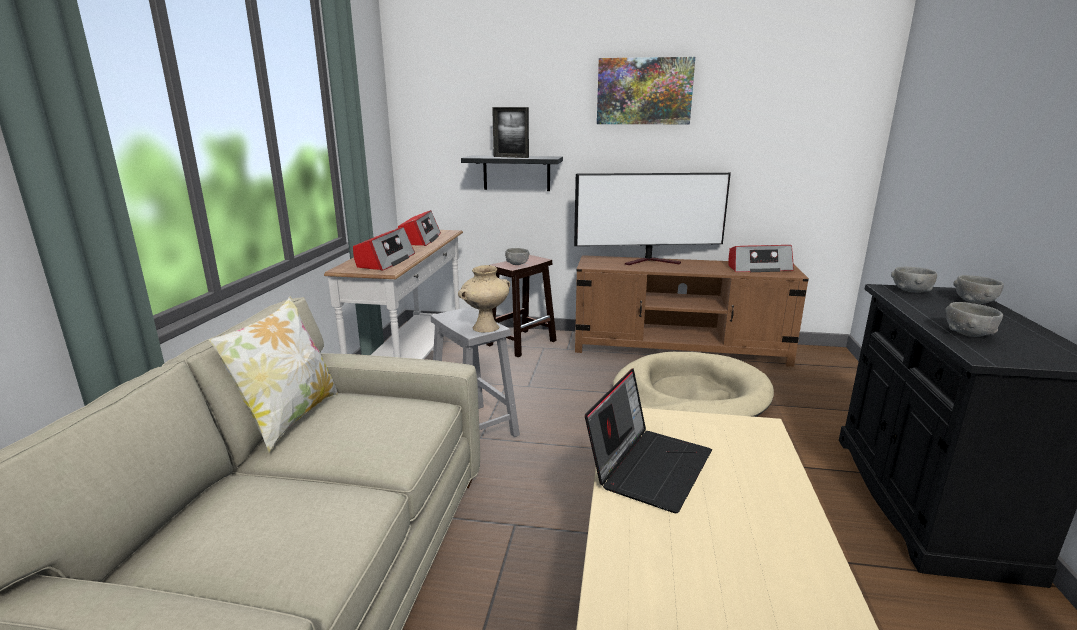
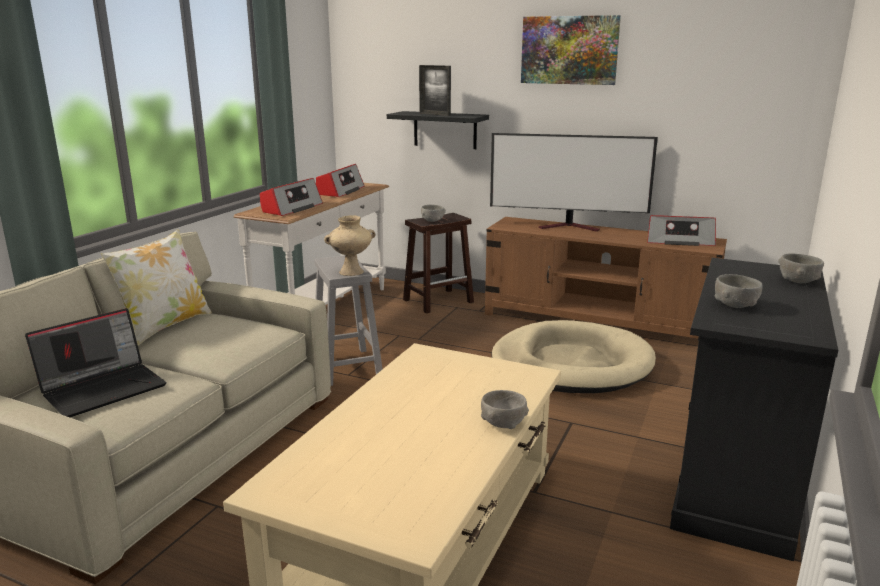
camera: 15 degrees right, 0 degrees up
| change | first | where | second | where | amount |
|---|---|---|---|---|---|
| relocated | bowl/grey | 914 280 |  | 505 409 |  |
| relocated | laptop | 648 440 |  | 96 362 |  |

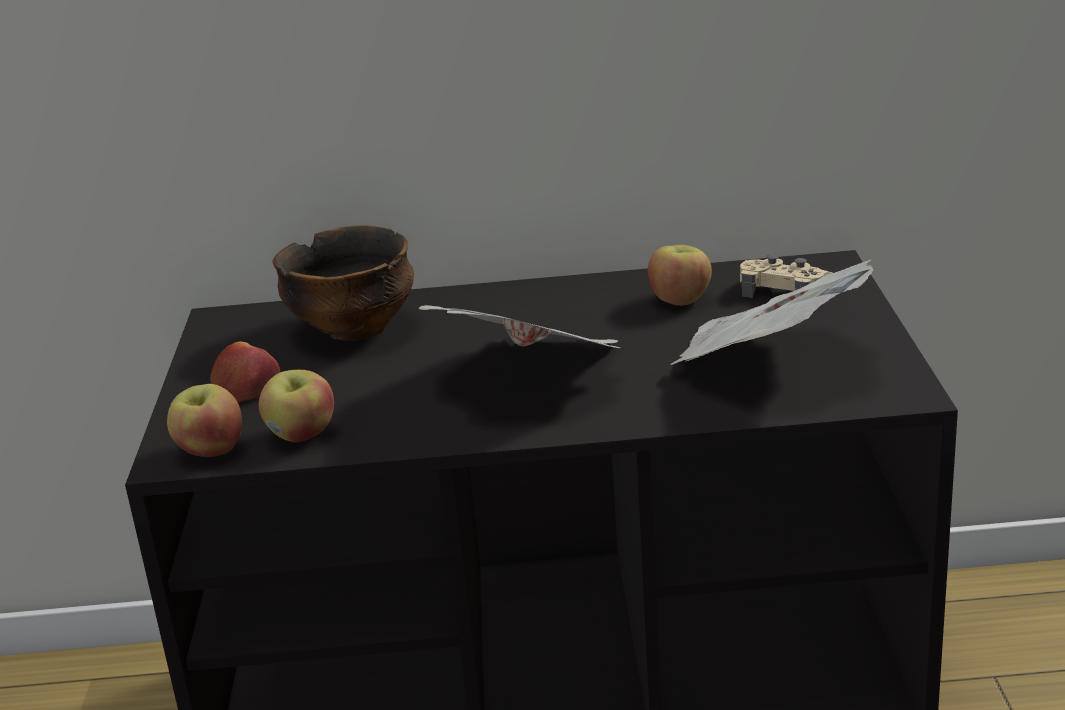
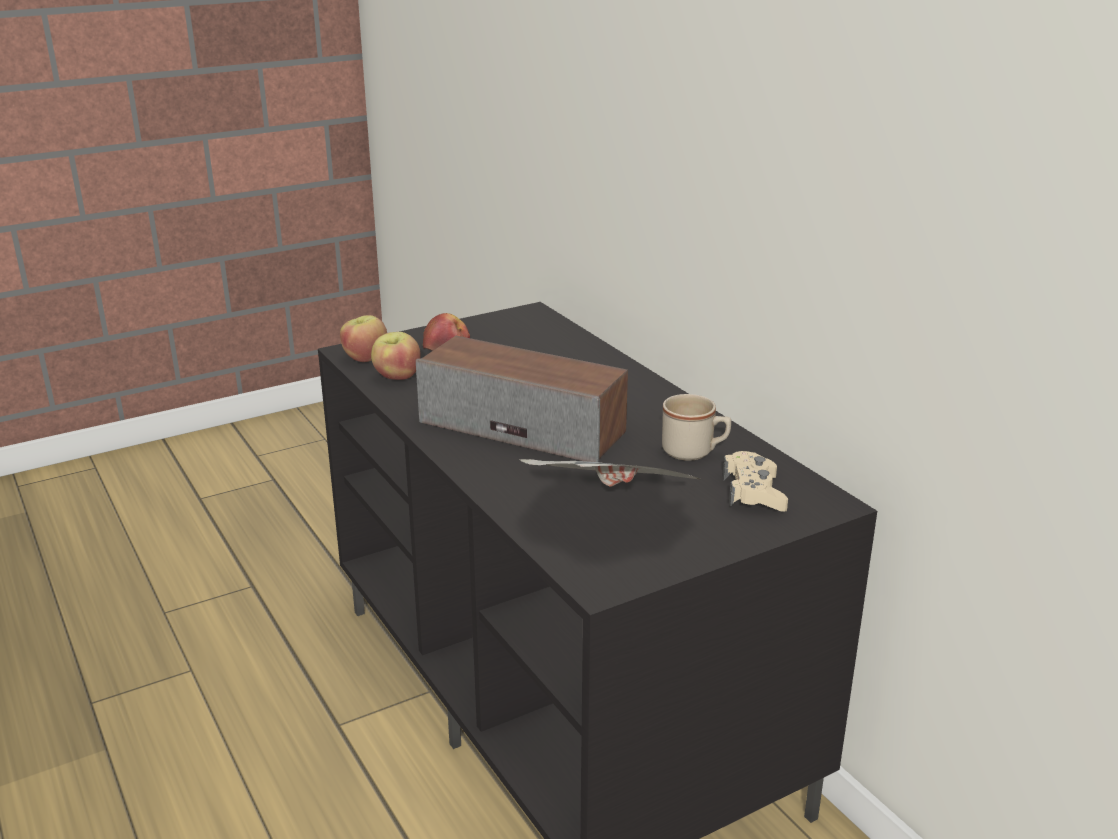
camera: 60 degrees right, 0 degrees up
| change | first | where | second | where | amount |
|---|---|---|---|---|---|
| missing | bowl | 343 283 |  |  |  |
| exchanged | apple | 680 275 | mug/beige | 696 427 |  |
| exchanged | newspaper | 519 326 | speaker | 522 399 |  |

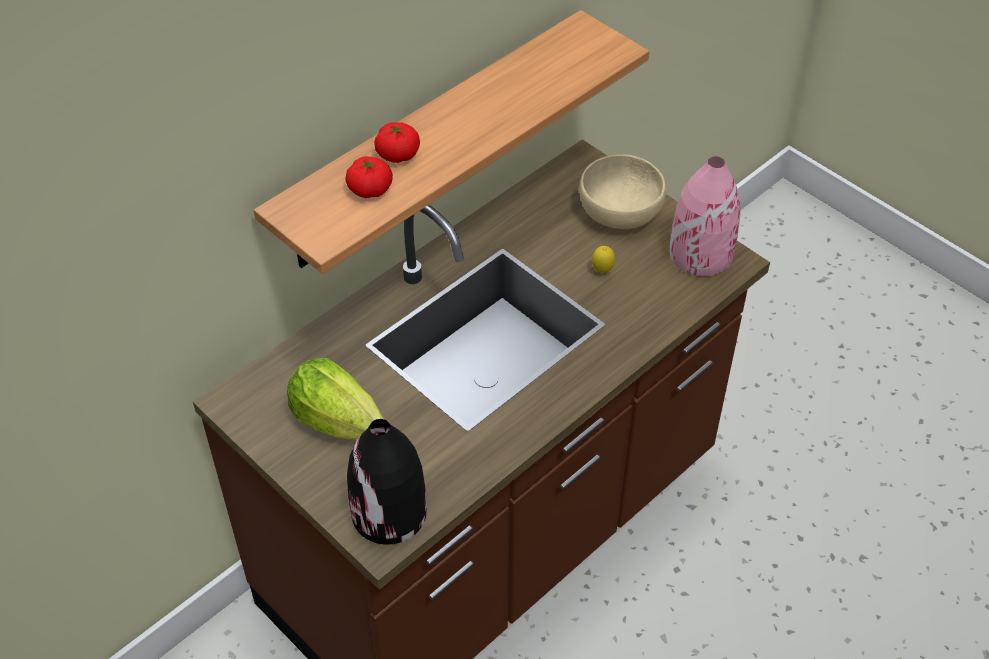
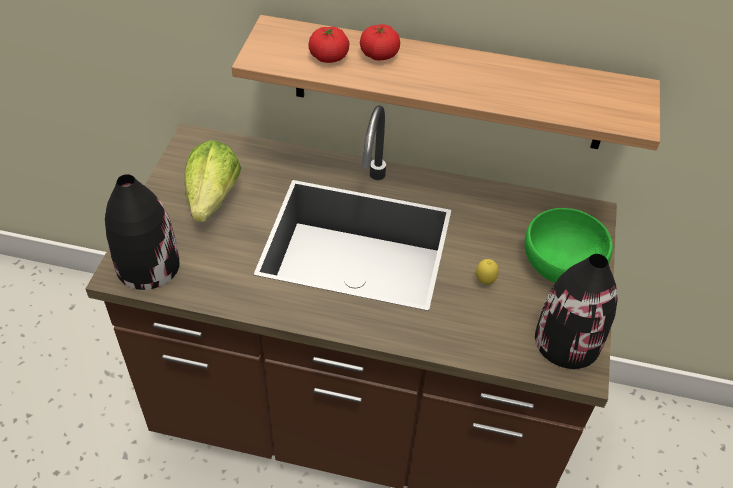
camera: 55 degrees right, 0 degrees up
| change | first | where | second | where | amount |
|---|---|---|---|---|---|
| colour | bowl/beige | 622 191 | bowl/green | 568 245 |  |
| colour | vase/pink | 704 216 | vase/black | 576 311 |  |

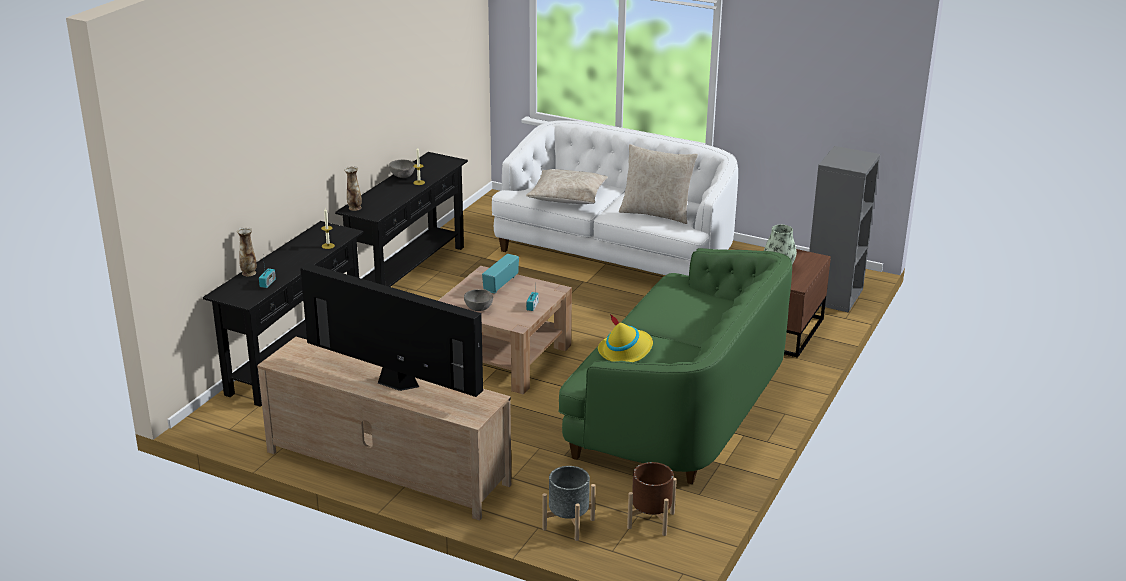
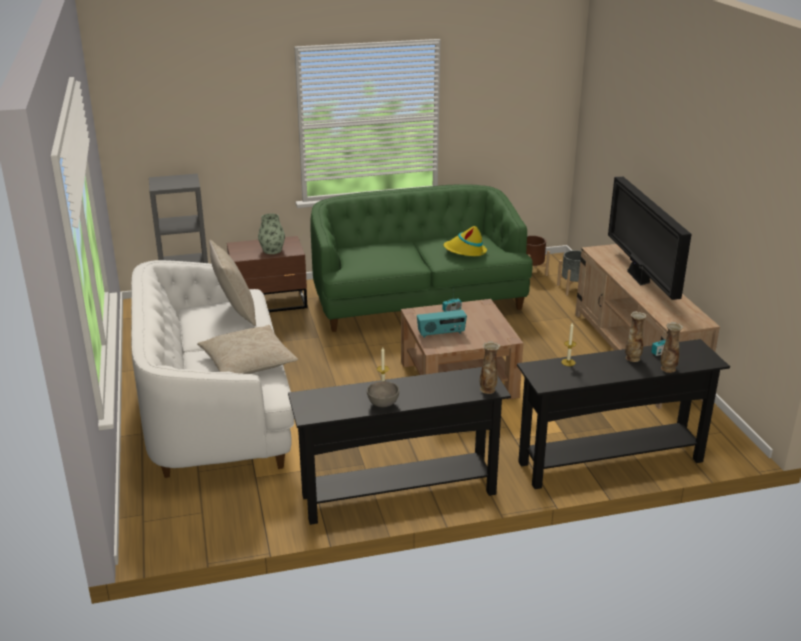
camera: 130 degrees left, 0 degrees up
| change | first | where | second | where | amount |
|---|---|---|---|---|---|
| missing | bowl/grey | 478 300 |  |  |  |
| appeared |  |  | vase | 636 336 |  |

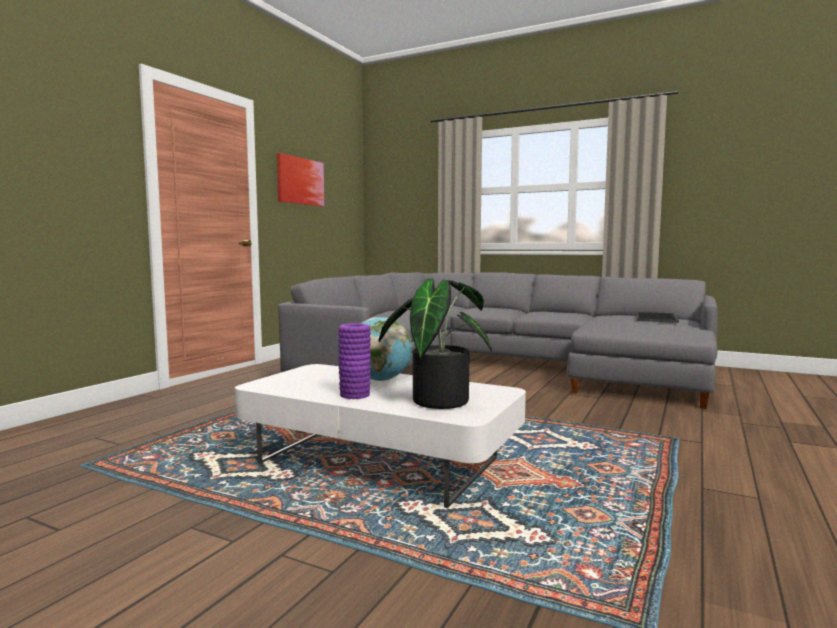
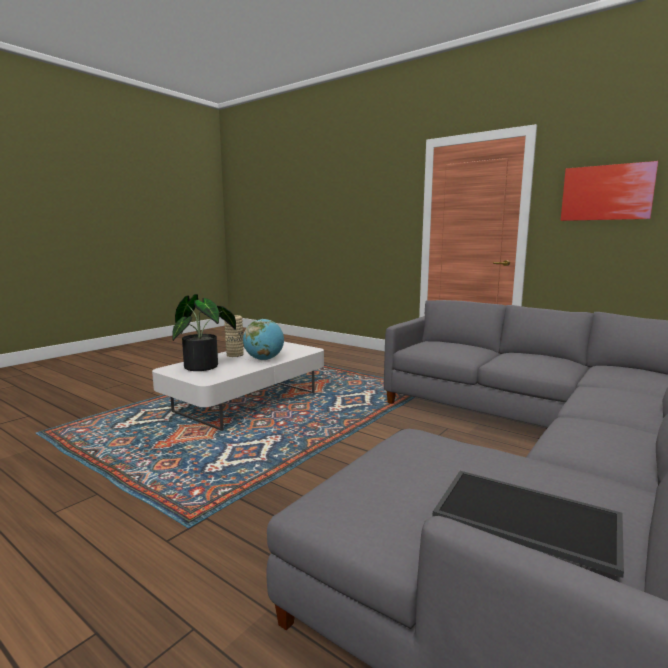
camera: 100 degrees right, 5 degrees up
| change | first | where | second | where | amount |
|---|---|---|---|---|---|
| colour | vase/purple | 354 361 | vase/beige | 234 336 |  |

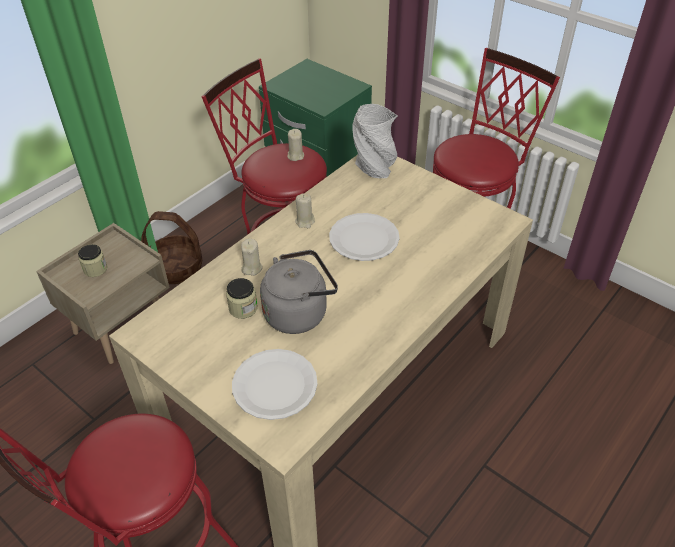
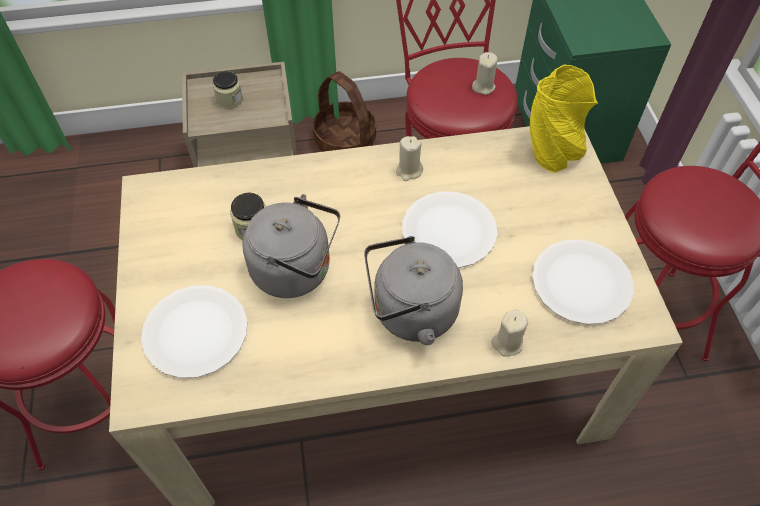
camera: 40 degrees right, 10 degrees up
| change | first | where | second | where | amount |
|---|---|---|---|---|---|
| colour | vase/grey | 375 141 | vase/yellow | 564 119 |  |
| relocated | candle/beige | 252 257 |  | 509 333 |  |
| appeared |  |  | kettle/grey | 413 290 |  |
| appeared |  |  | plate/white | 583 282 |  |

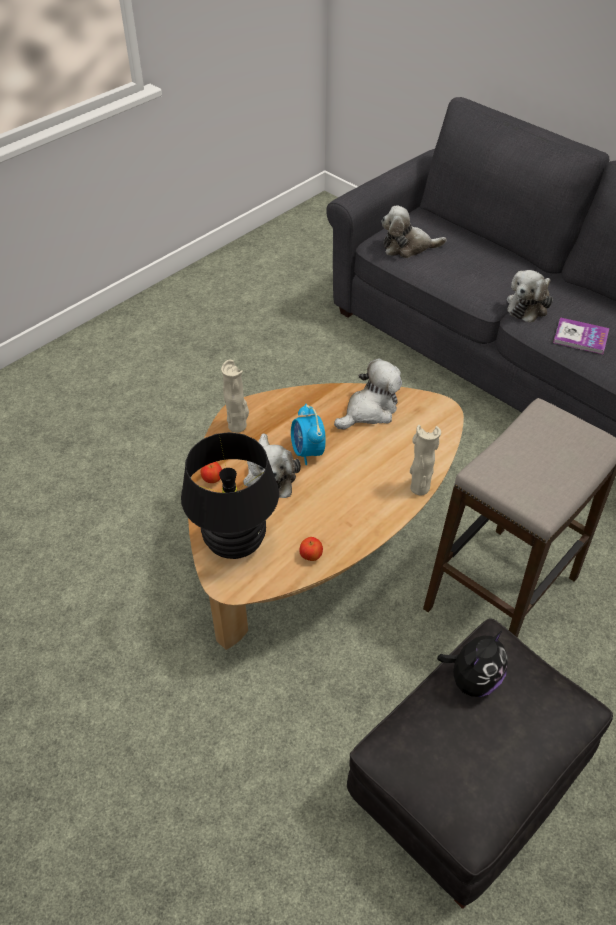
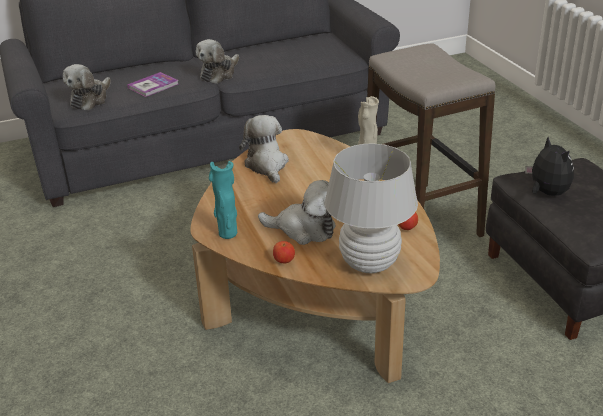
camera: 65 degrees left, 15 degrees down
| change | first | where | second | where | amount |
|---|---|---|---|---|---|
| spun | plush toy | 530 296 |  | 217 61 | 60 degrees clockwise |
| relocated | book | 581 335 |  | 152 84 |  |
| colour | vase/beige | 235 396 | vase/turquoise | 223 200 |  |
| missing | alarm clock | 308 434 |  |  |  |
| colour | table lamp/black | 230 495 | table lamp/white | 371 208 |  |

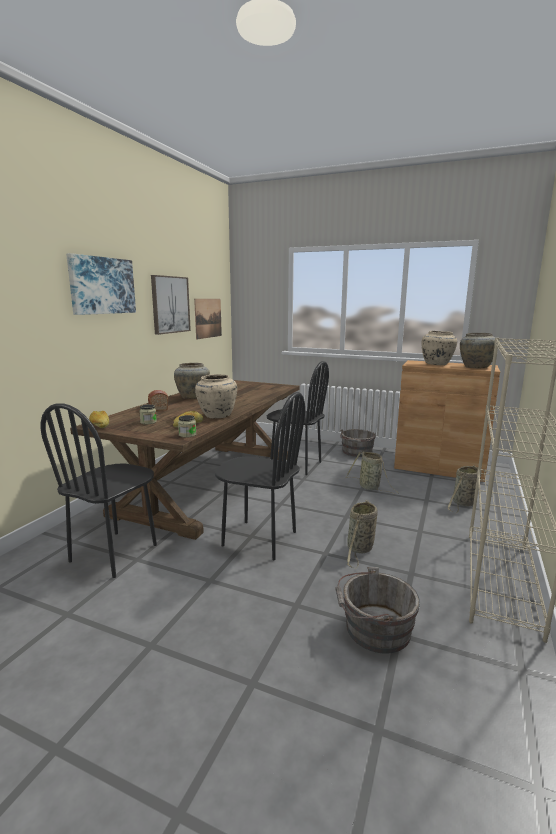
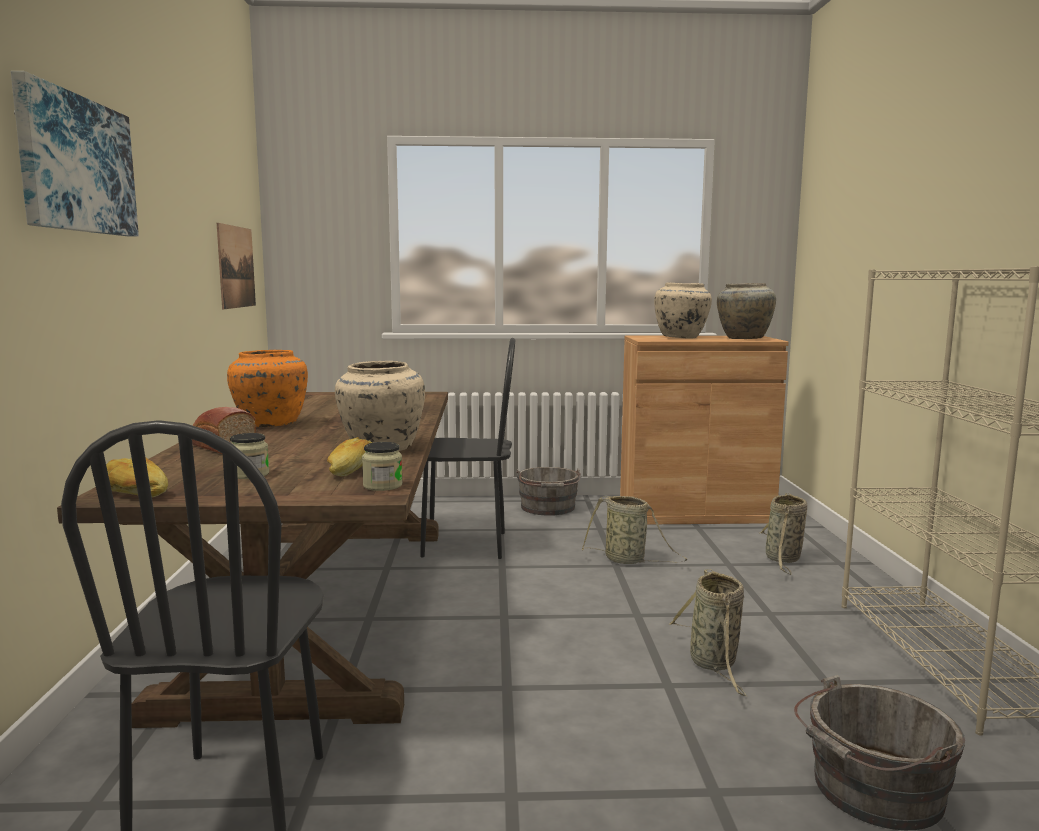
camera: 25 degrees left, 5 degrees down
| change | first | where | second | where | amount |
|---|---|---|---|---|---|
| missing | picture | 171 305 |  |  |  |
| colour | vase/beige | 192 381 | vase/orange | 267 389 |  |
| missing | chair/black | 259 476 |  |  |  |

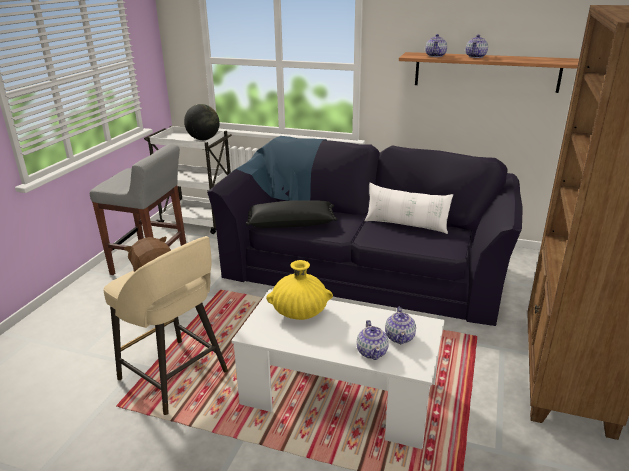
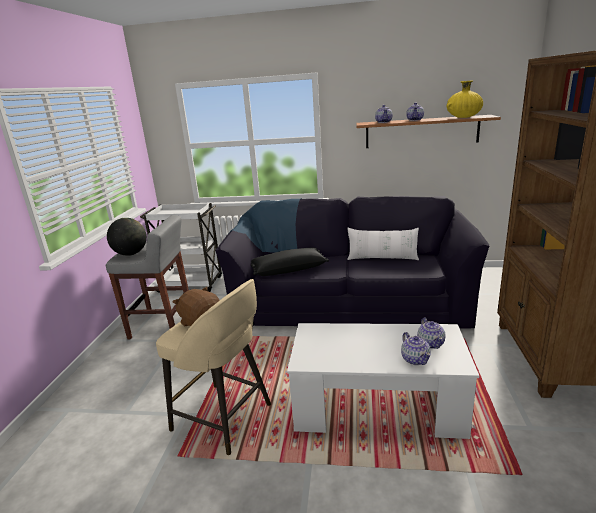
camera: 10 degrees left, 5 degrees down
| change | first | where | second | where | amount |
|---|---|---|---|---|---|
| relocated | globe | 202 122 |  | 127 237 |  |
| relocated | vase/yellow | 299 290 |  | 464 99 |  |

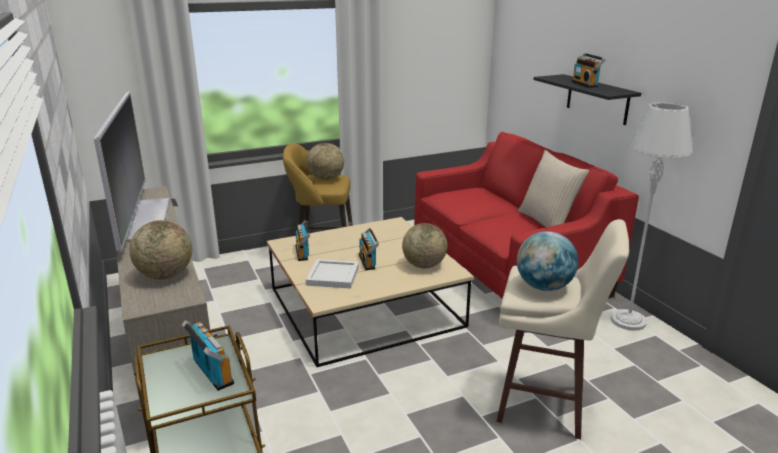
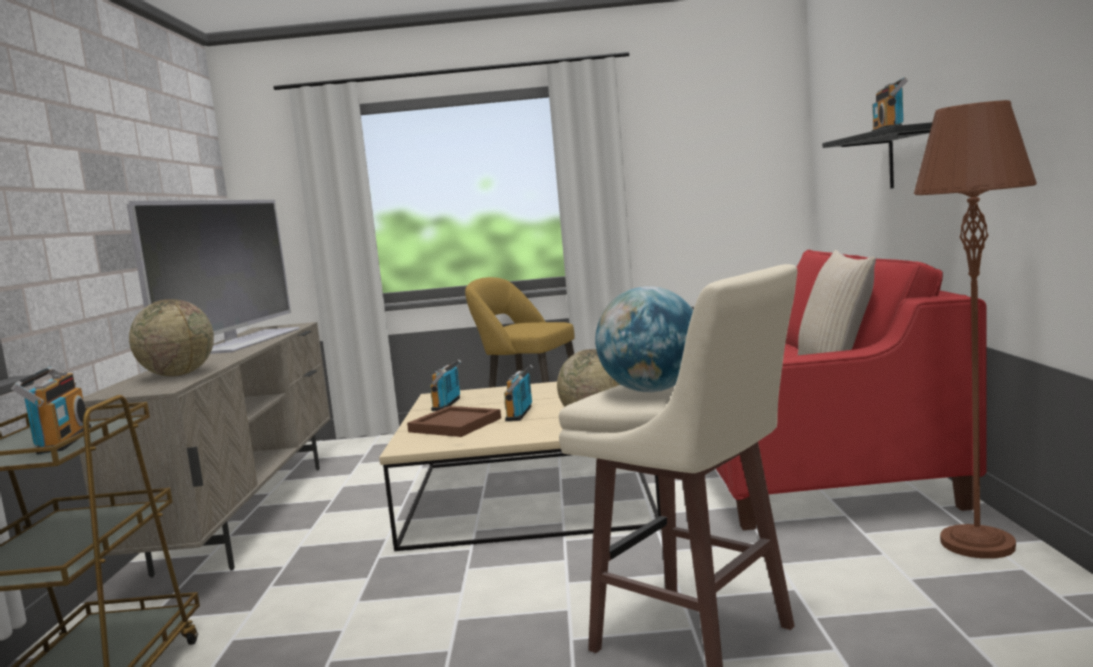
camera: 25 degrees right, 15 degrees down
| change | first | where | second | where | amount |
|---|---|---|---|---|---|
| colour | floor lamp/grey | 652 216 | floor lamp/brown | 975 329 |  |
| missing | globe | 325 161 |  |  |  |
| colour | tray/white | 332 274 | tray/brown | 454 421 |  |

